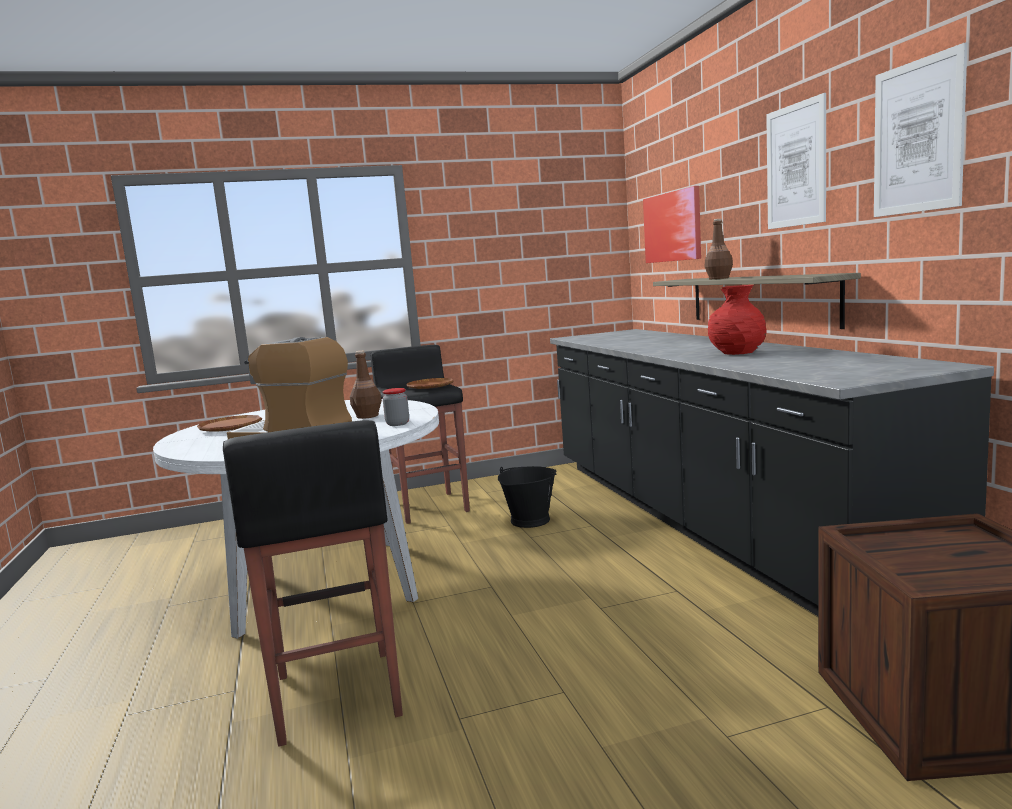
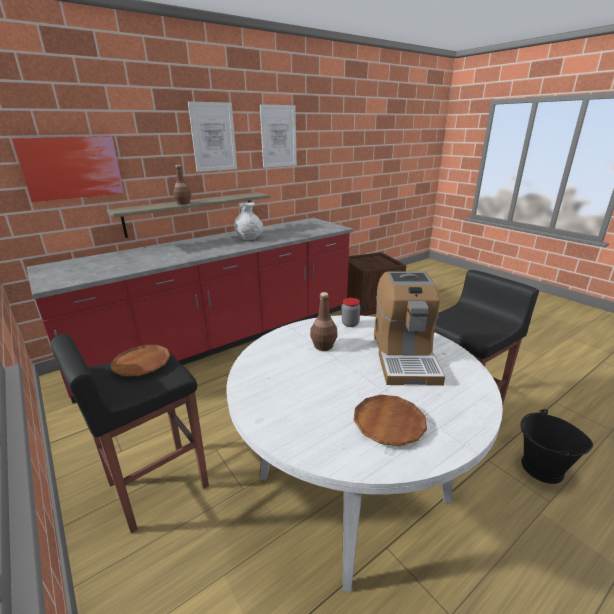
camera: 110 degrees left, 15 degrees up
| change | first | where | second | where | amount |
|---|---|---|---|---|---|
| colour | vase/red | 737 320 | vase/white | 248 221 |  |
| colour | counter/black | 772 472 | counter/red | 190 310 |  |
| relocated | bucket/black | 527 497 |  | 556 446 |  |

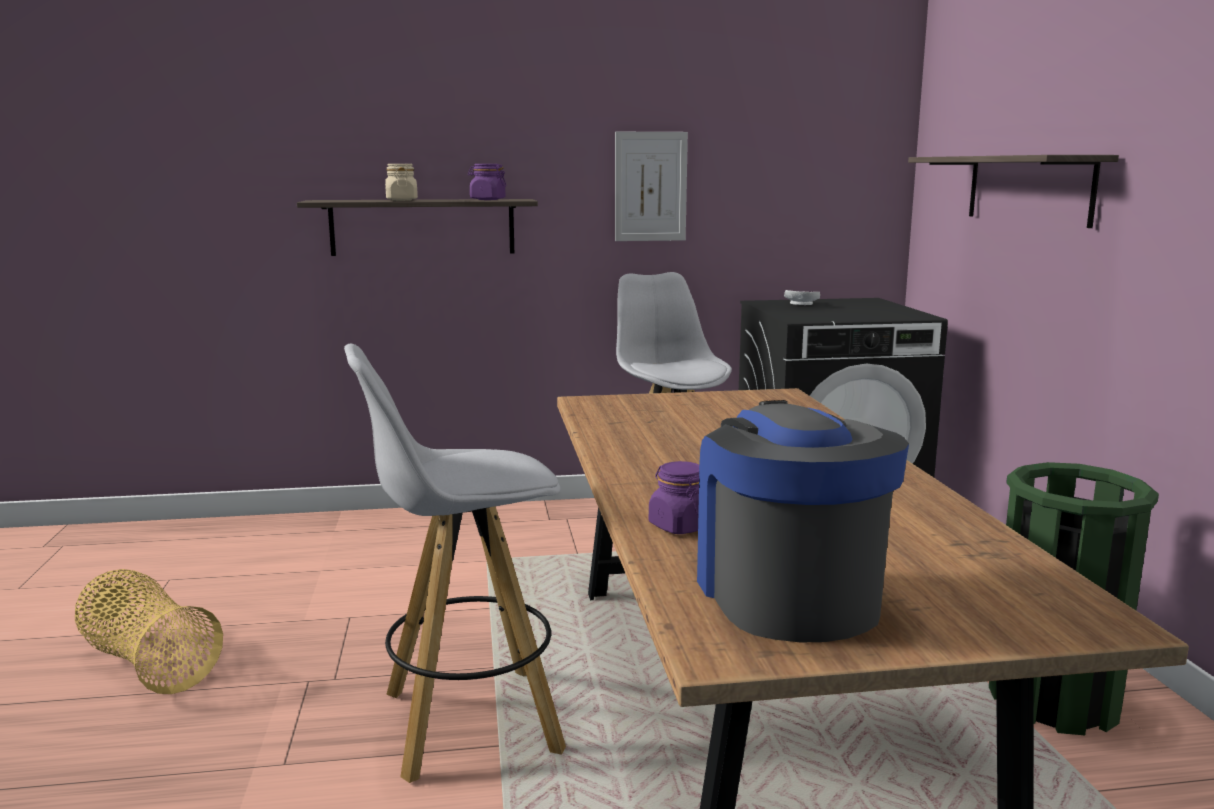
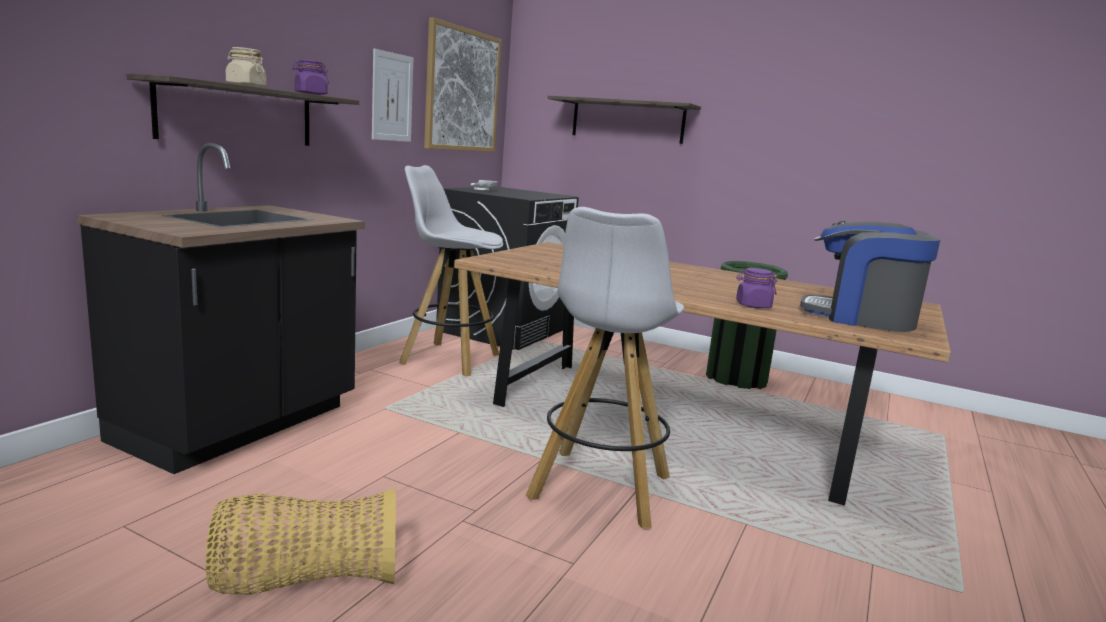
camera: 55 degrees left, 0 degrees up
| change | first | where | second | where | amount |
|---|---|---|---|---|---|
| appeared |  |  | picture | 462 85 |  |
| appeared |  |  | counter/black | 221 308 |  |

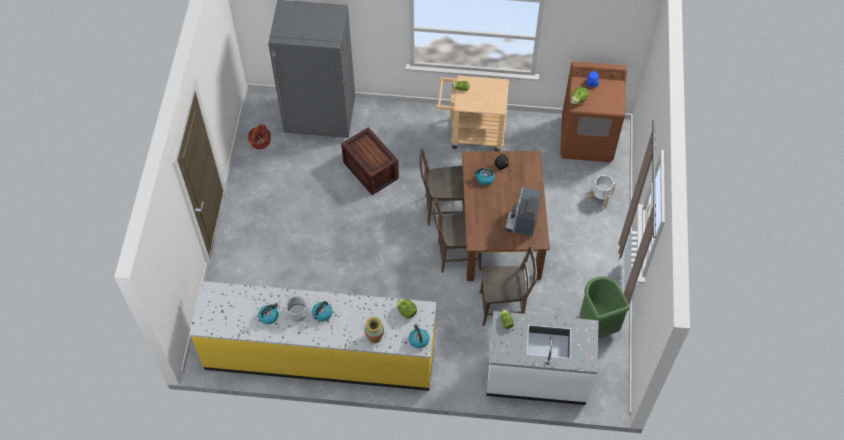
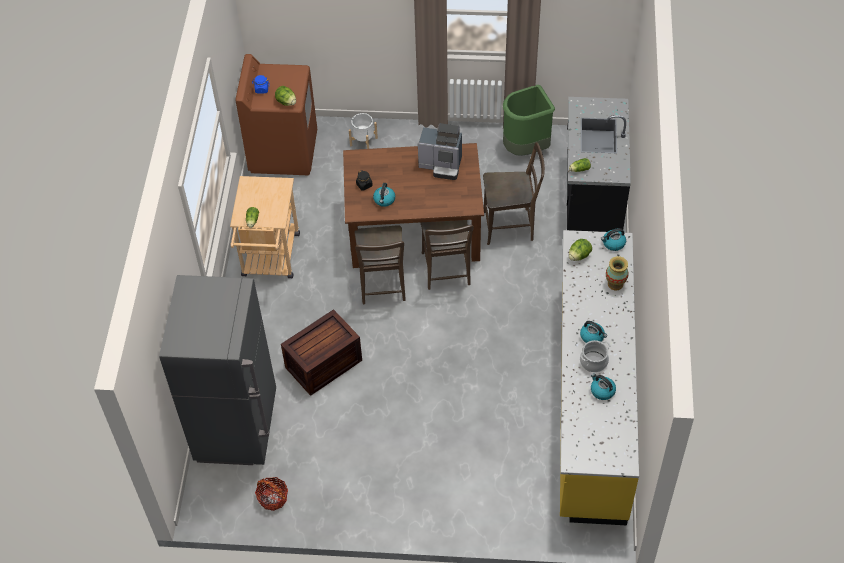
camera: 90 degrees left, 5 degrees down
| change | first | where | second | where | amount |
|---|---|---|---|---|---|
| spun | chair/brown | 508 286 |  | 514 193 | 90 degrees clockwise |
| colour | counter/white | 542 358 | counter/black | 599 164 |  |

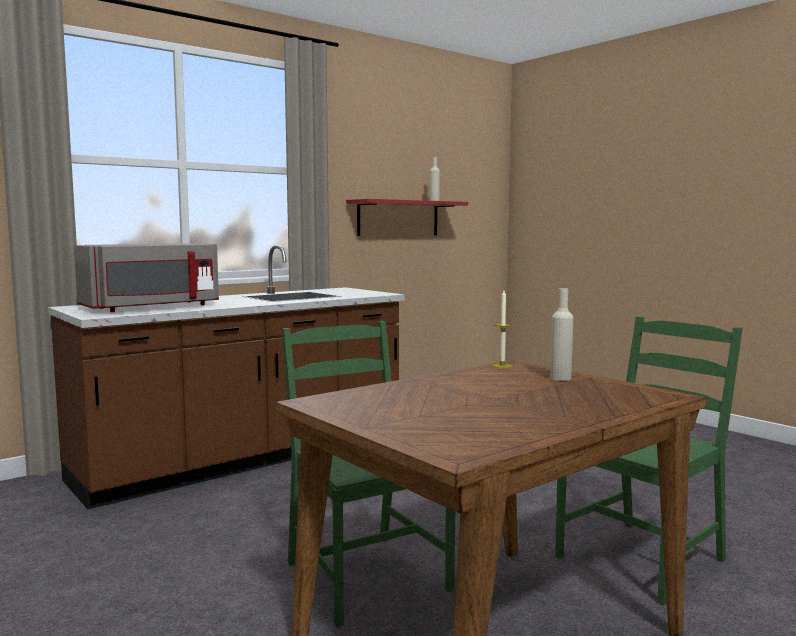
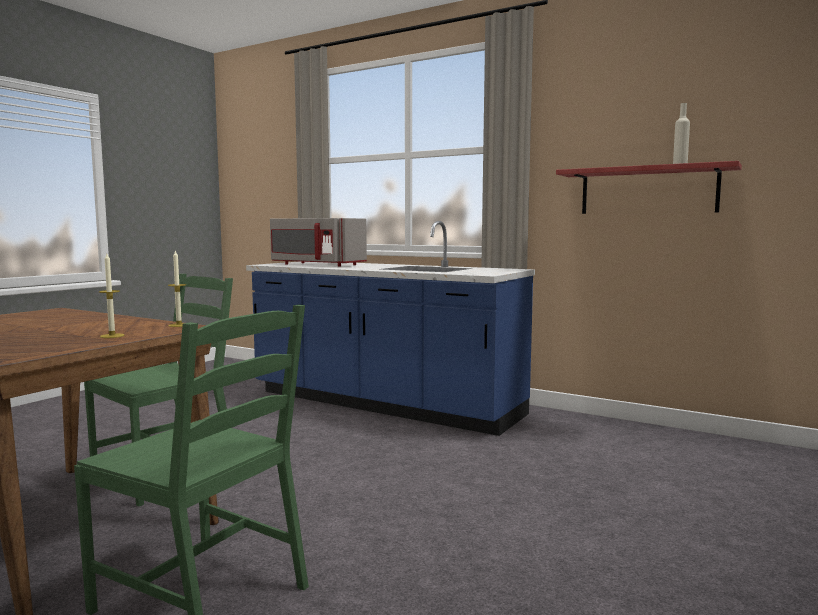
camera: 70 degrees right, 0 degrees up
| change | first | where | second | where | amount |
|---|---|---|---|---|---|
| colour | counter/brown | 226 377 | counter/blue | 390 328 |  |
| exchanged | bottle/beige | 561 334 | candle | 111 296 |  |

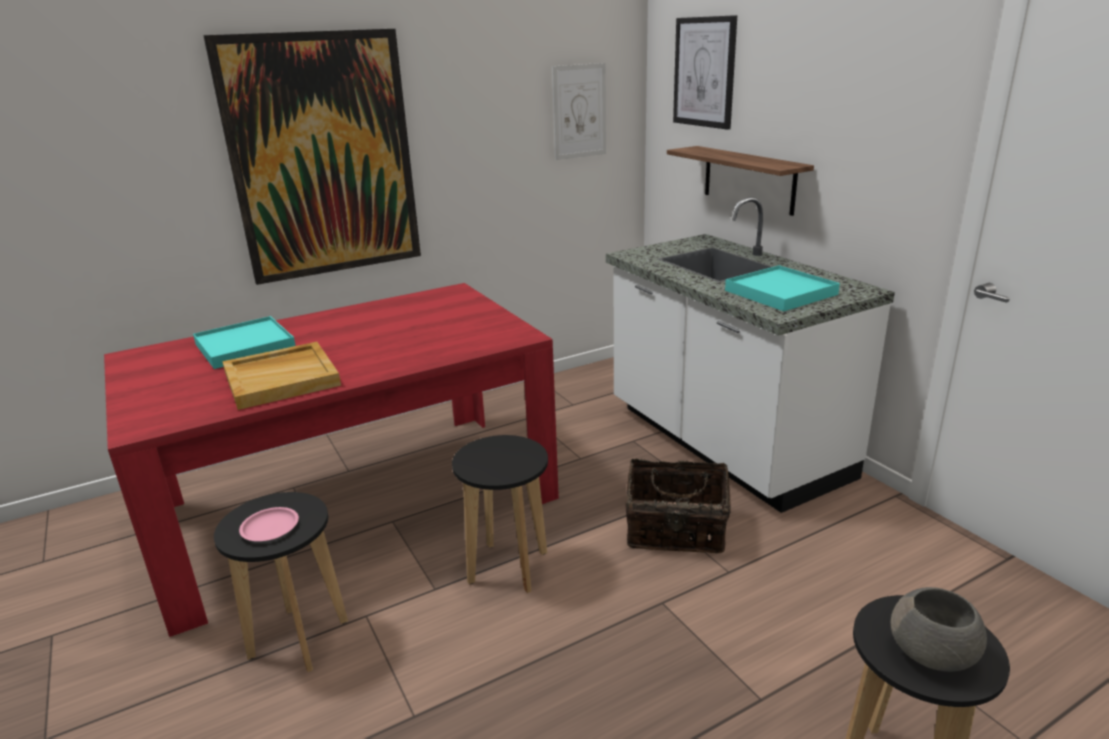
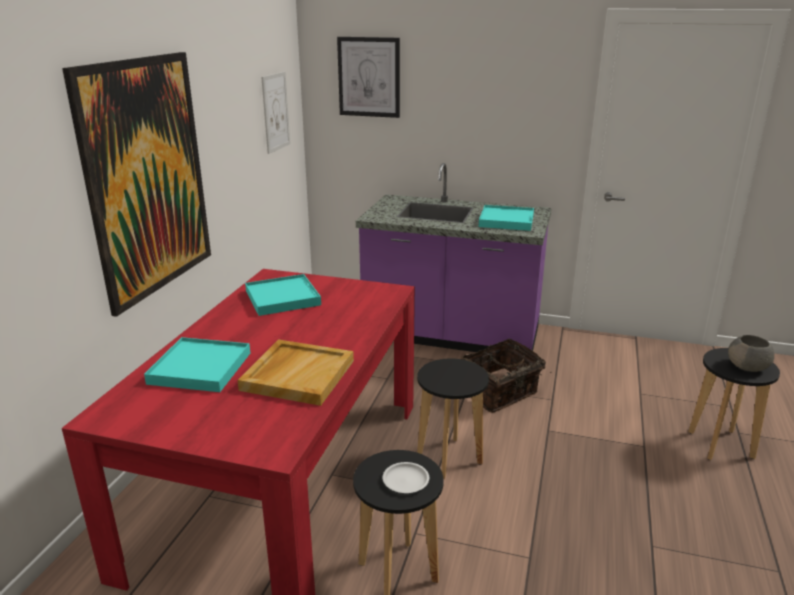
camera: 45 degrees left, 0 degrees up
| change | first | where | second | where | amount |
|---|---|---|---|---|---|
| missing | shelf | 740 181 |  |  |  |
| colour | counter/white | 750 355 | counter/purple | 454 259 |  |
| colour | plate/pink | 269 524 | plate/white | 406 477 |  |
| appeared |  |  | tray/turquoise | 283 295 |  |

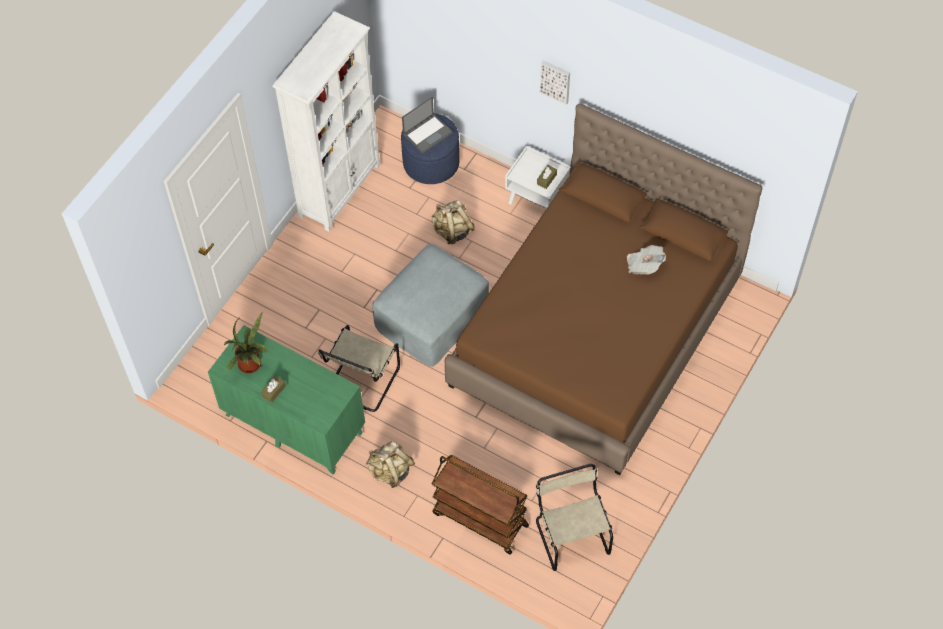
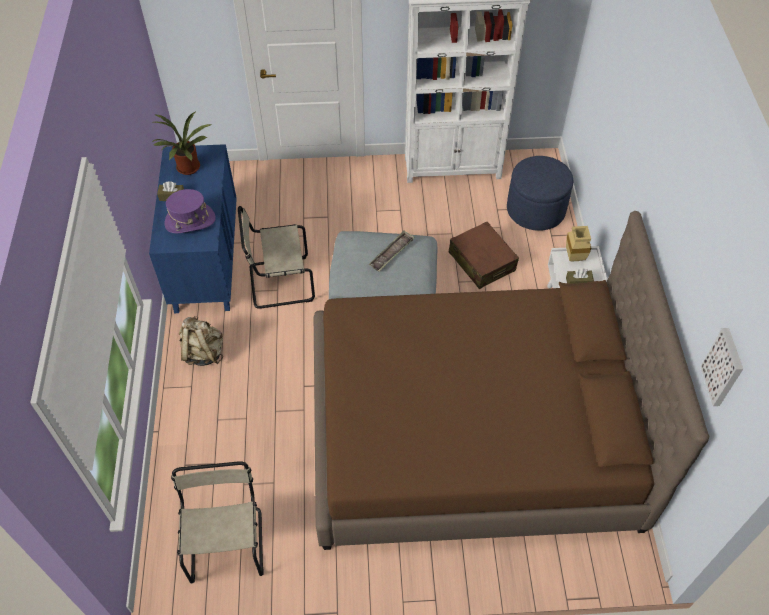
camera: 55 degrees right, 5 degrees down
| change | first | where | second | where | amount |
|---|---|---|---|---|---|
| relocated | picture | 555 83 |  | 721 367 |  |
| missing | laptop | 427 125 |  |  |  |
| exchanged | backpack/beige | 453 222 | suitcase/brown | 484 255 |  |
| missing | newspaper | 646 260 |  |  |  |
| colour | dresser/green | 286 400 | dresser/blue | 193 228 |  |
| missing | cart/brown | 480 505 |  |  |  |
| spun | chair/beige | 574 517 |  | 217 522 | 45 degrees counterclockwise |
| appeared |  |  | hat/purple | 190 211 |  |
| appeared |  |  | vase/beige | 578 243 |  |
| appeared |  |  | tray | 391 251 |  |

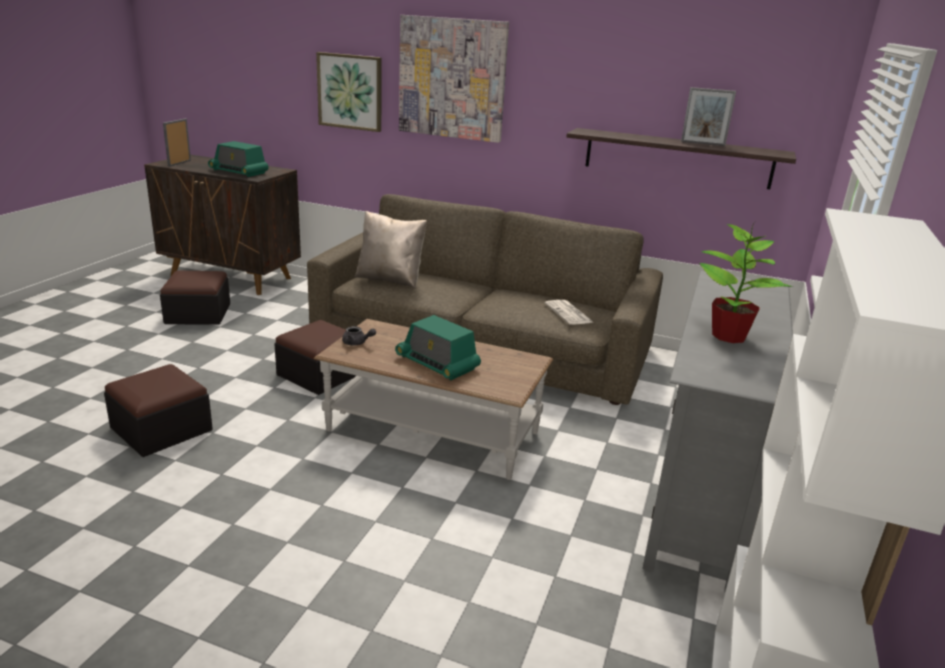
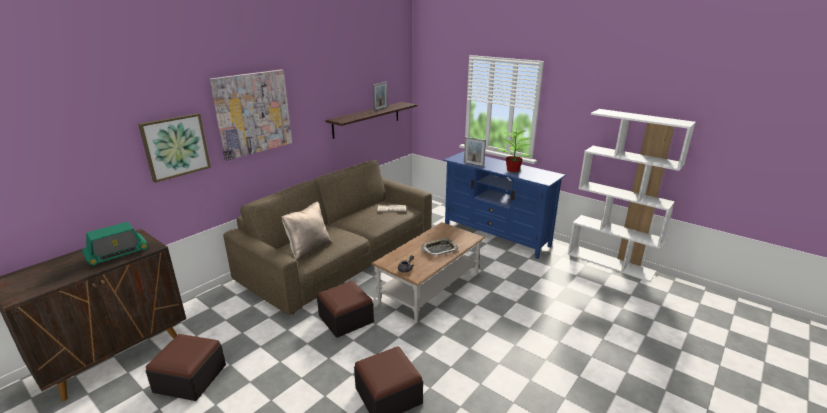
camera: 70 degrees left, 0 degrees up
| change | first | where | second | where | amount |
|---|---|---|---|---|---|
| relocated | picture frame | 177 143 |  | 475 152 |  |
| colour | tv stand/grey | 717 432 | tv stand/blue | 504 205 |  |
| exchanged | radio | 438 347 | tray | 439 247 |  |

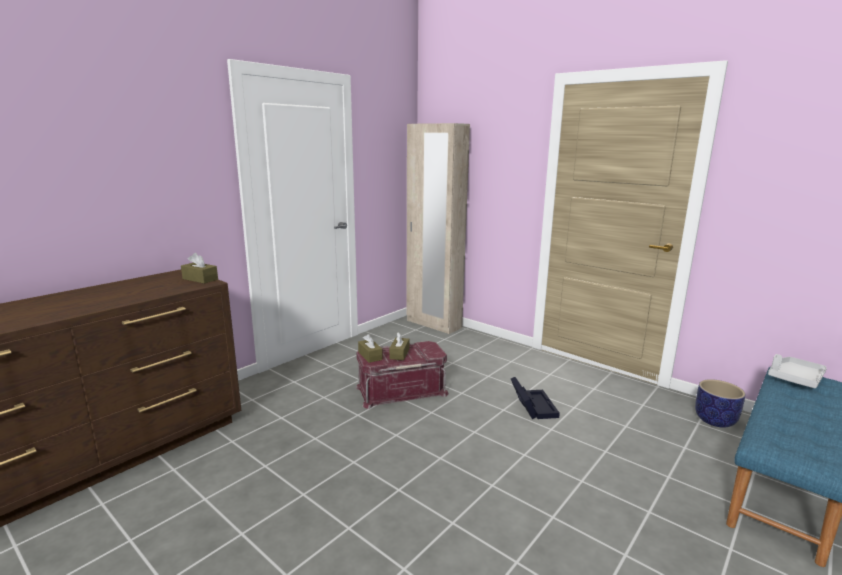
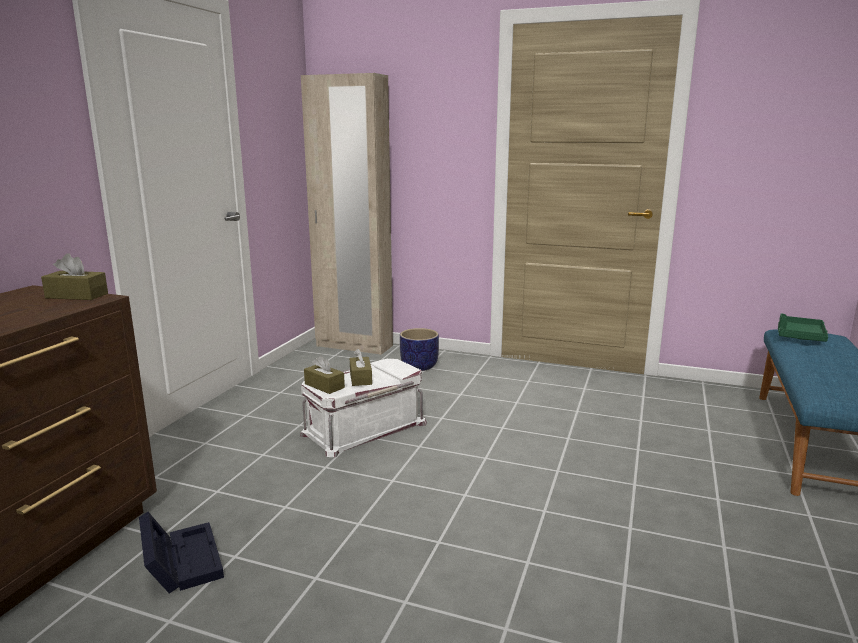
camera: 20 degrees left, 0 degrees up
| change | first | where | second | where | amount |
|---|---|---|---|---|---|
| colour | storage box/red | 402 375 | storage box/white | 363 408 |  |
| colour | tray/grey | 797 371 | tray/green | 803 328 |  |
| relocated | storage box/black | 535 398 |  | 181 553 |  |
| relocated | planter | 720 403 |  | 419 349 |  |

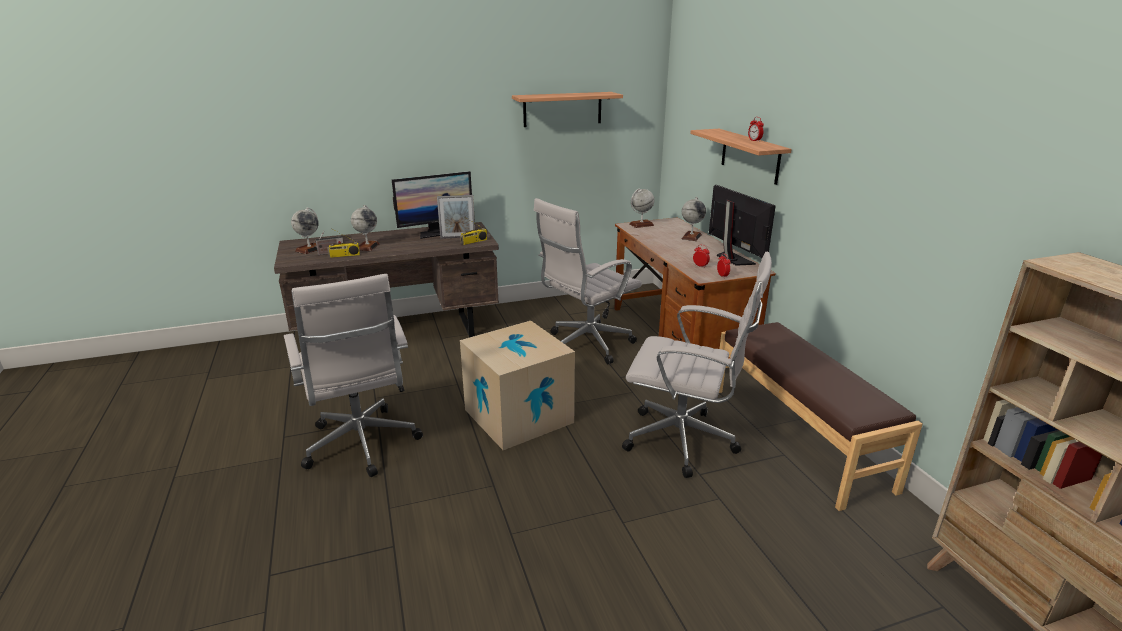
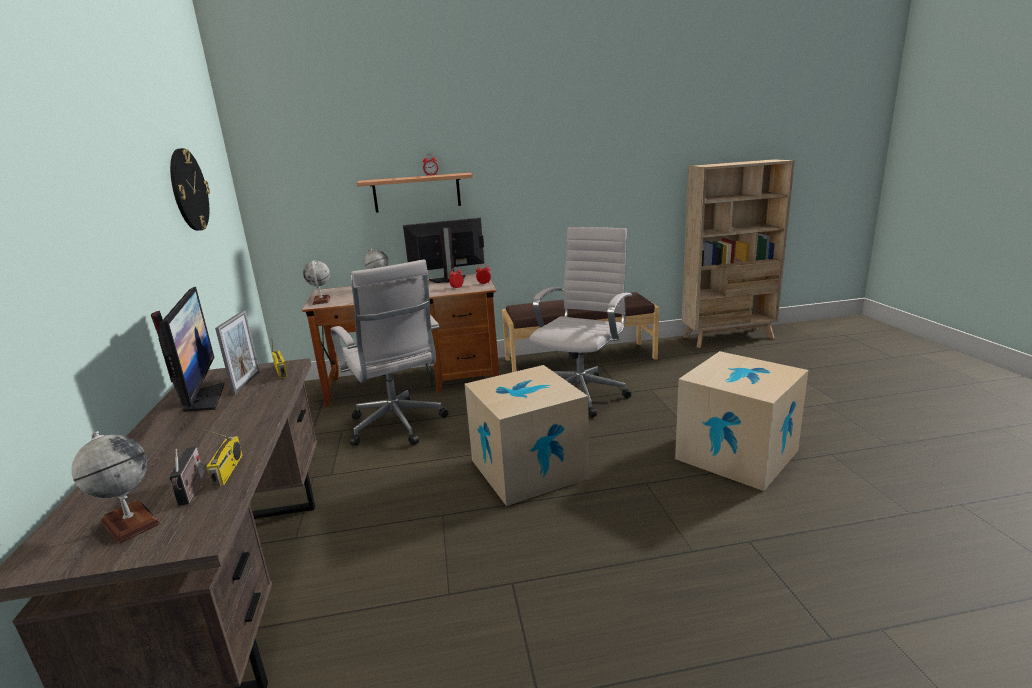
camera: 80 degrees left, 5 degrees down
| change | first | where | second | where | amount |
|---|---|---|---|---|---|
| exchanged | shelf | 567 109 | wall clock | 190 189 |  |
| missing | globe | 365 228 |  |  |  |
| missing | office chair/white | 353 375 |  |  |  |
| appeared |  |  | cardboard box | 741 421 |  |

